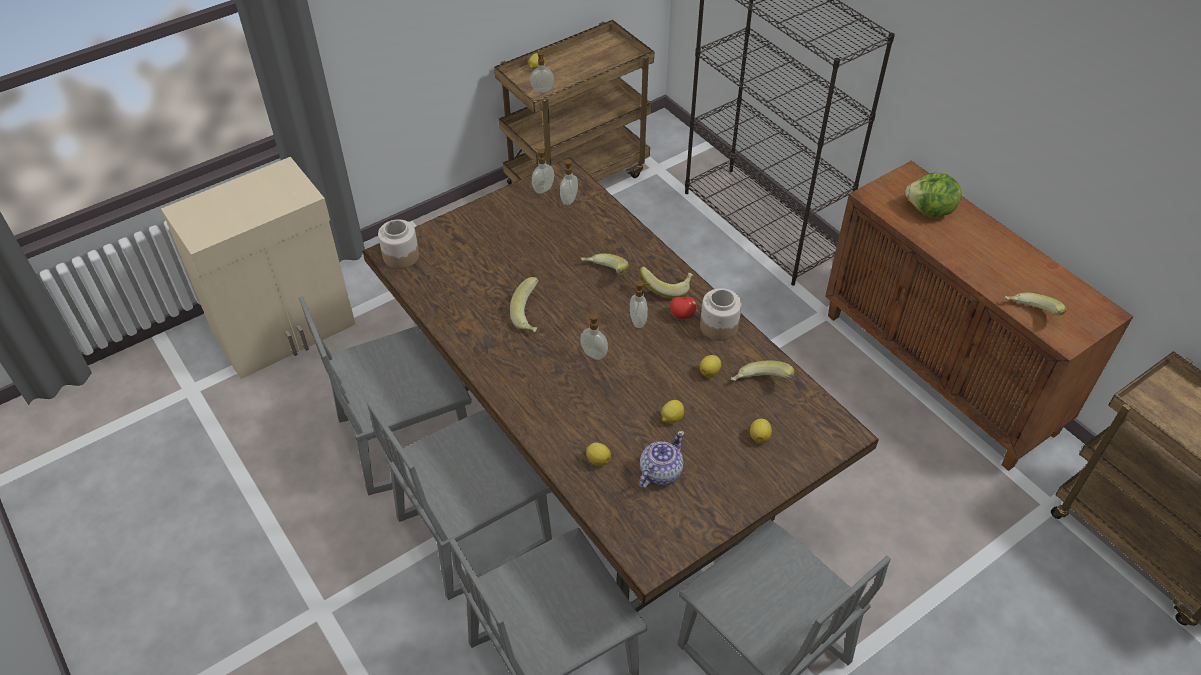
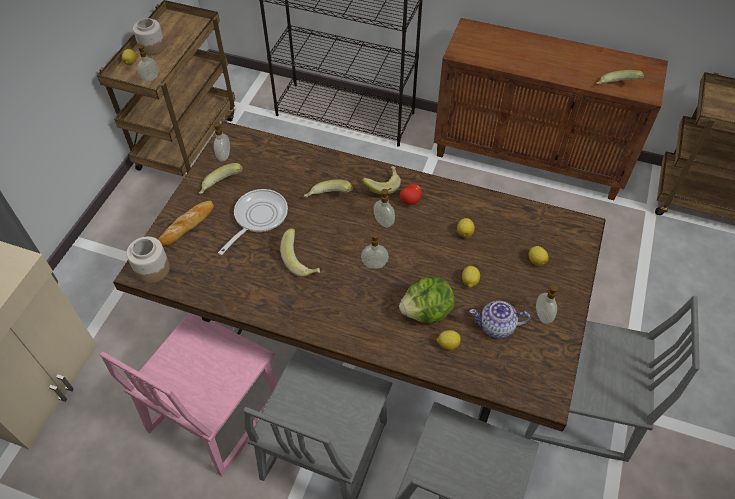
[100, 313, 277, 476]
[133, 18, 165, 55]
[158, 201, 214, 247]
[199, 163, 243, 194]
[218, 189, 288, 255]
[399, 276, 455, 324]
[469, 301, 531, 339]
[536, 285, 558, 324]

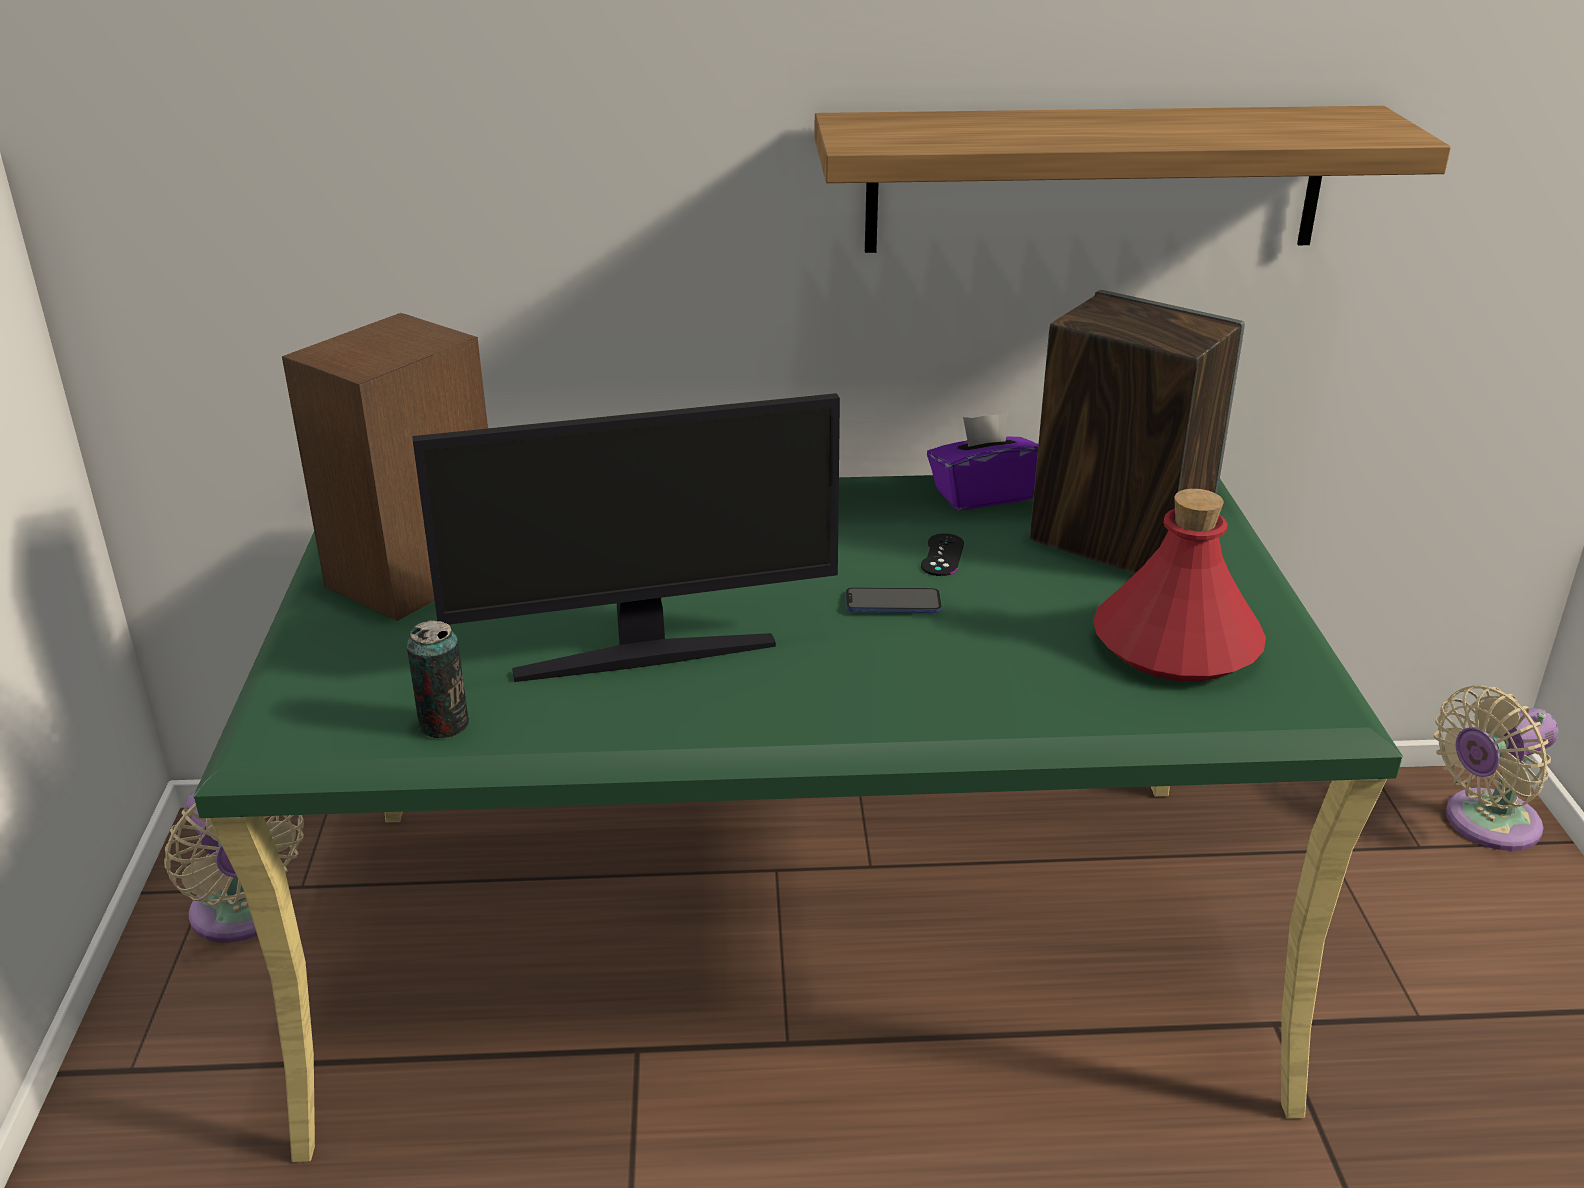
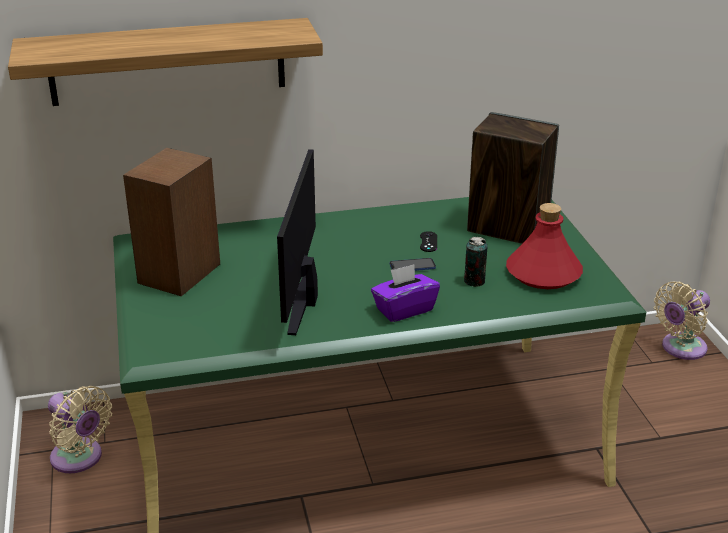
[8, 18, 323, 106]
[277, 149, 318, 335]
[371, 264, 440, 322]
[464, 237, 488, 287]

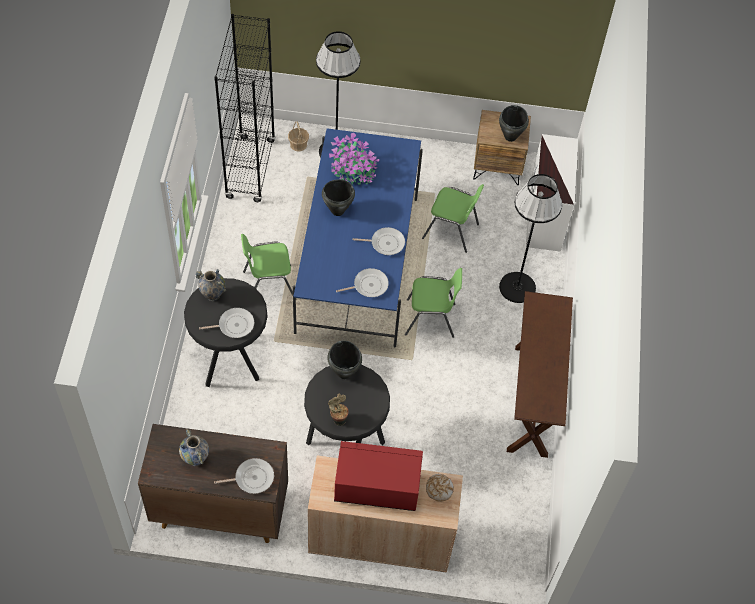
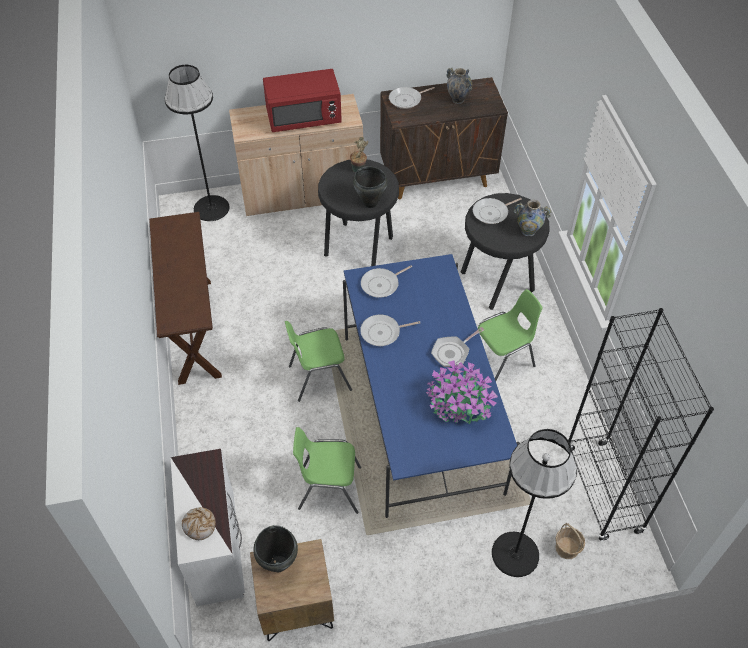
[165, 65, 230, 221]
[182, 507, 216, 540]
[431, 327, 484, 367]

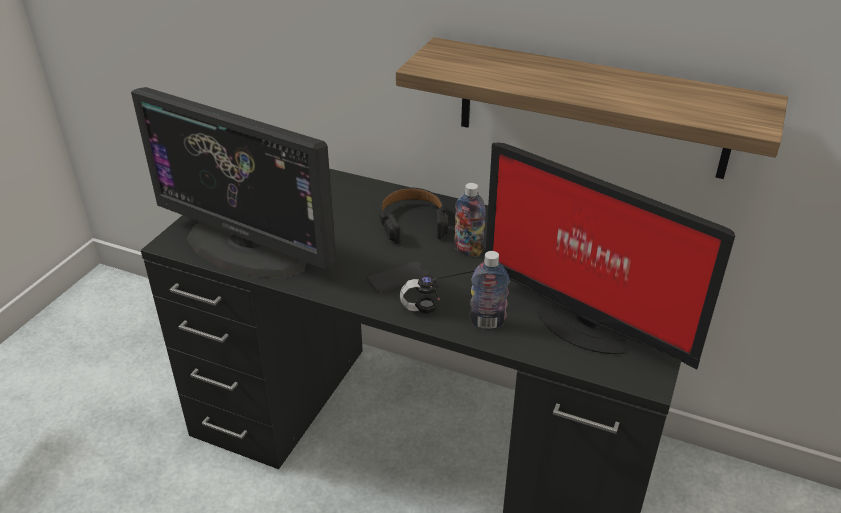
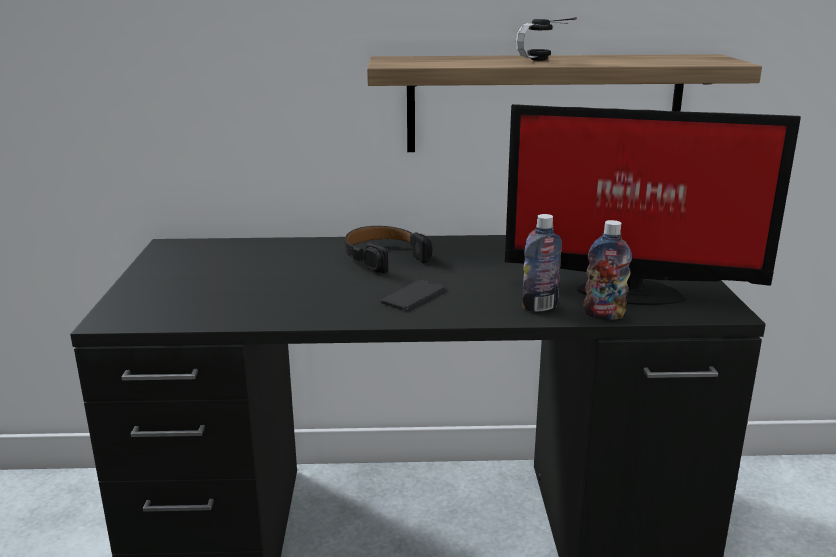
[516, 17, 577, 61]
[584, 220, 632, 320]
[131, 87, 336, 278] (first image)

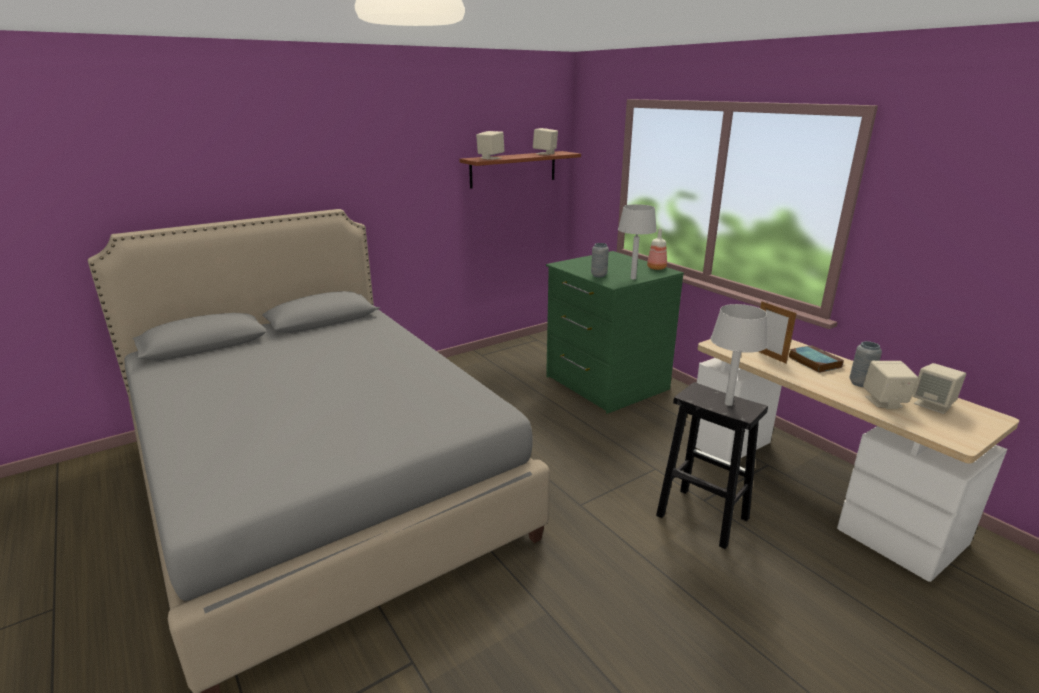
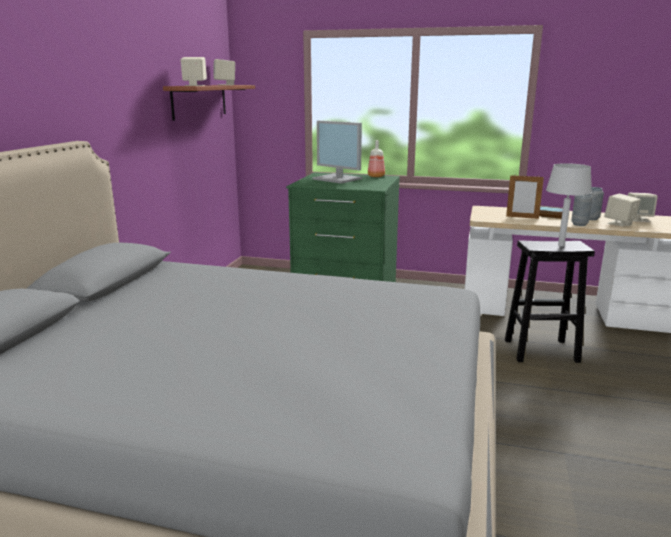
[312, 120, 362, 184]
[571, 194, 593, 226]
[618, 204, 657, 279] (first image)

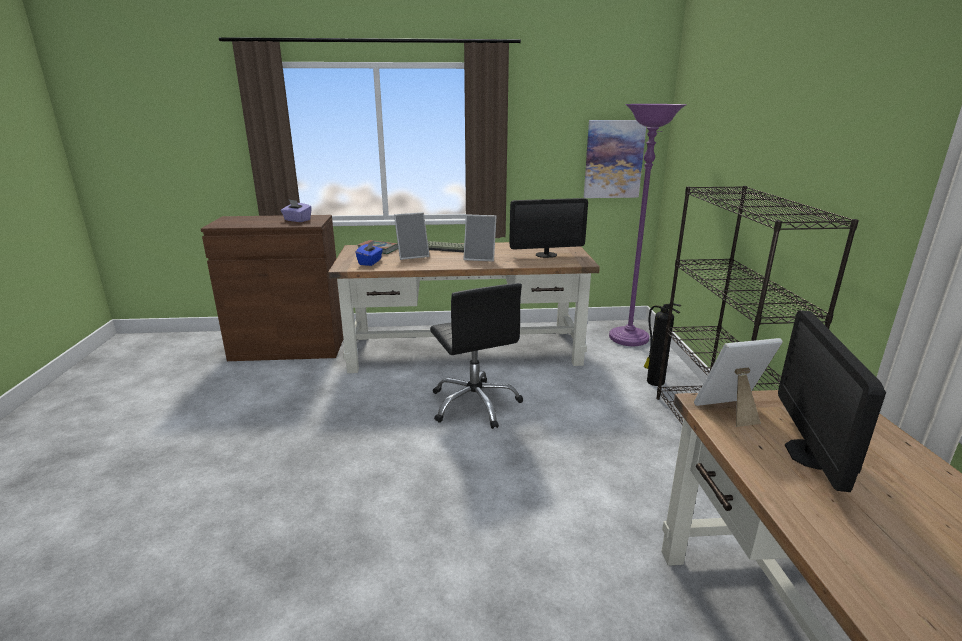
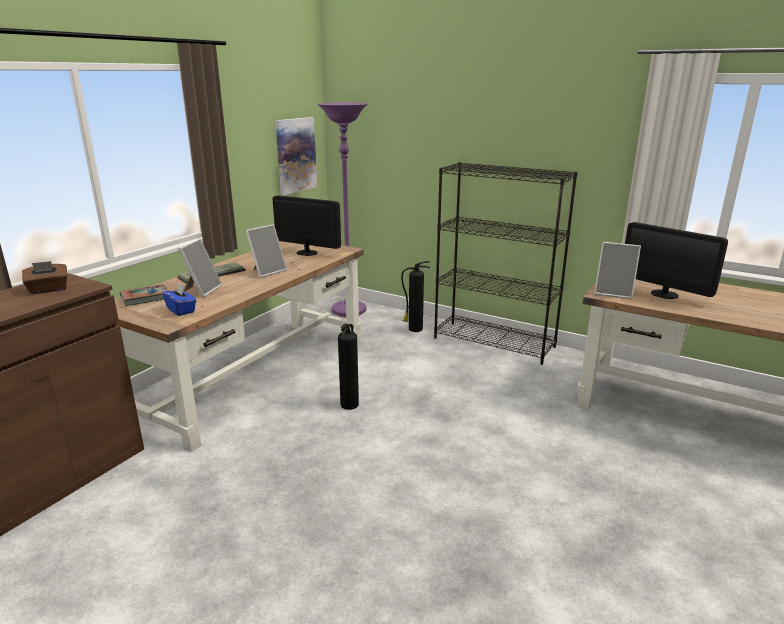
[22, 261, 67, 294]
[273, 195, 341, 256]
[338, 324, 359, 410]
[594, 242, 641, 299]

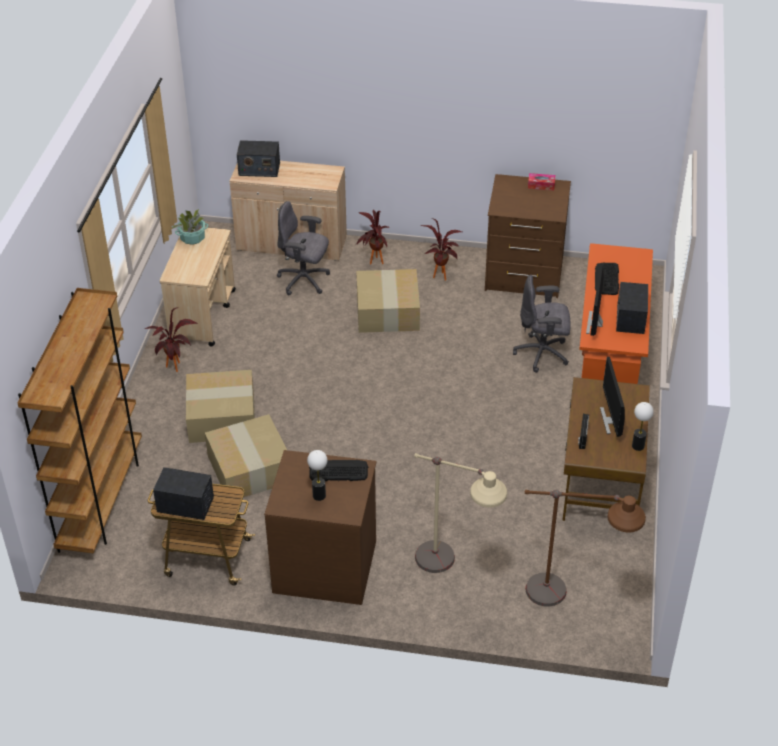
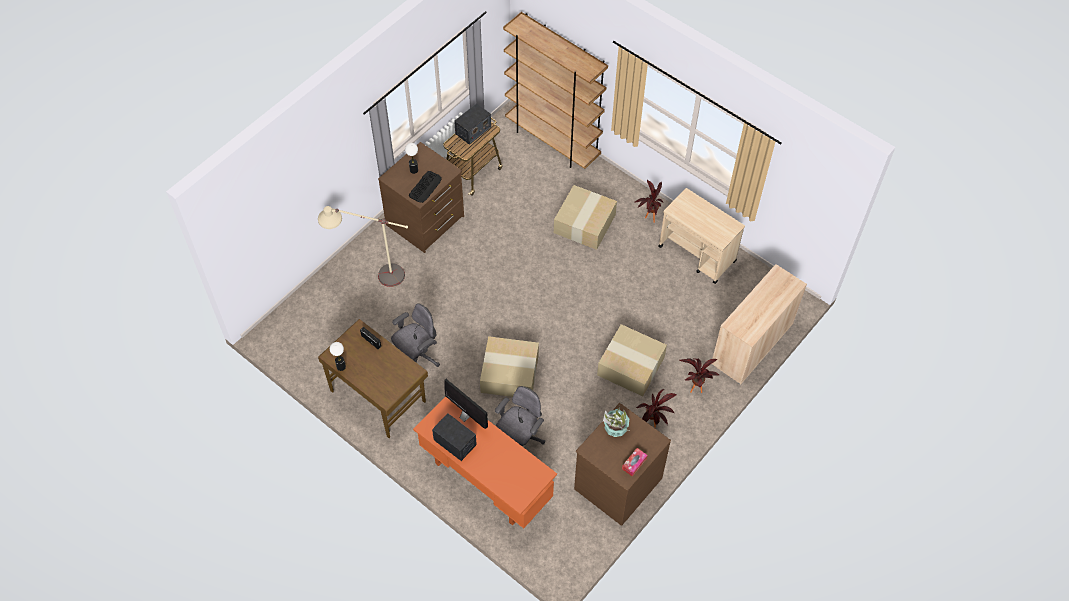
[391, 303, 440, 367]
[480, 336, 539, 397]
[603, 407, 629, 437]
[237, 140, 280, 177] (first image)
[525, 490, 646, 607] (first image)
[595, 263, 619, 295] (first image)
[600, 357, 625, 437] (first image)

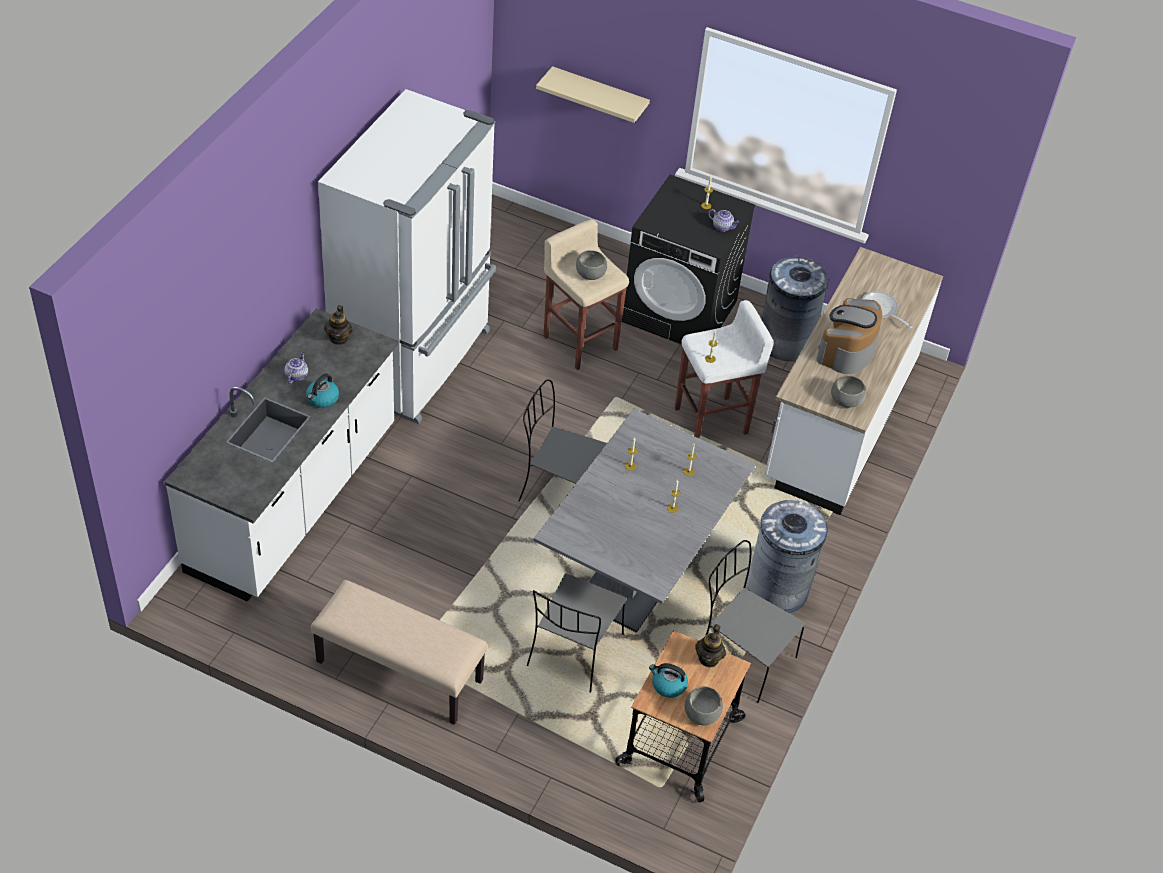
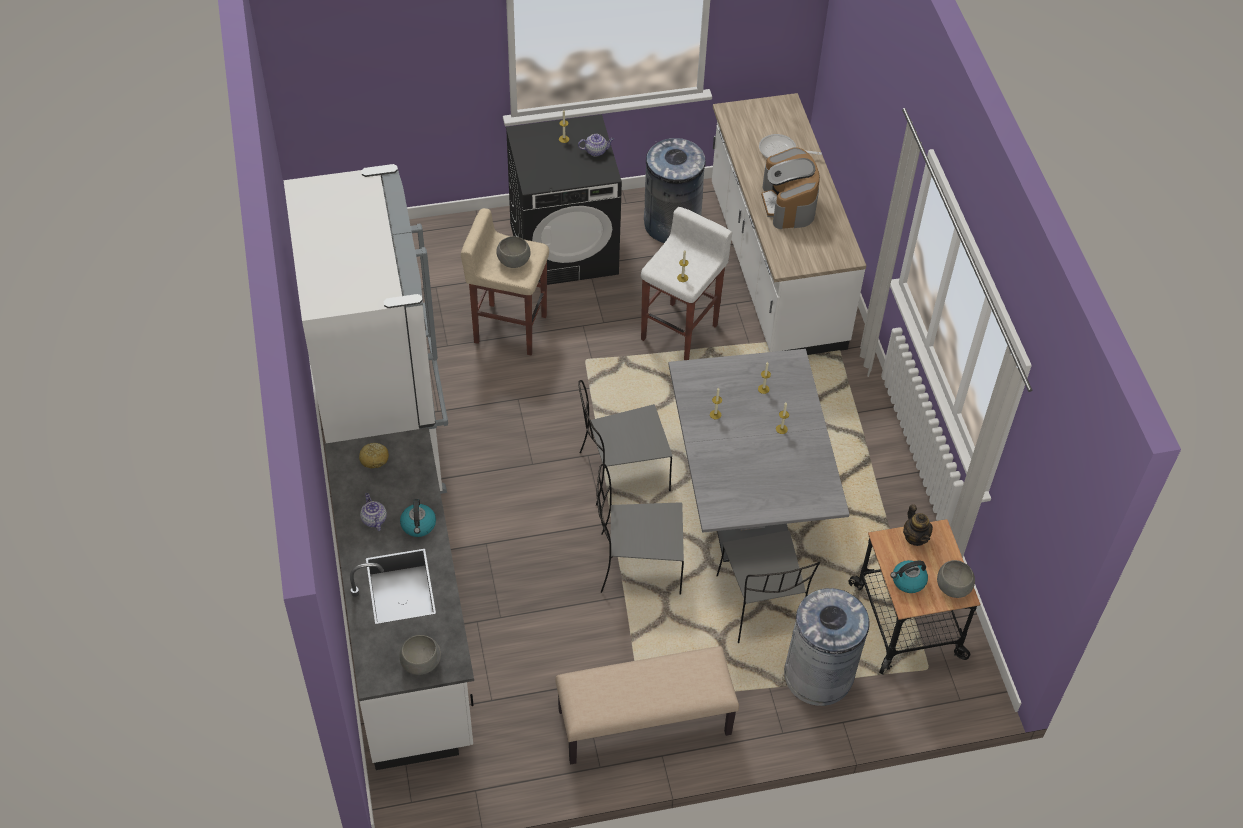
[359, 443, 389, 469]
[399, 635, 441, 675]
[596, 464, 684, 595]
[784, 588, 869, 706]
[536, 66, 650, 123] (first image)

